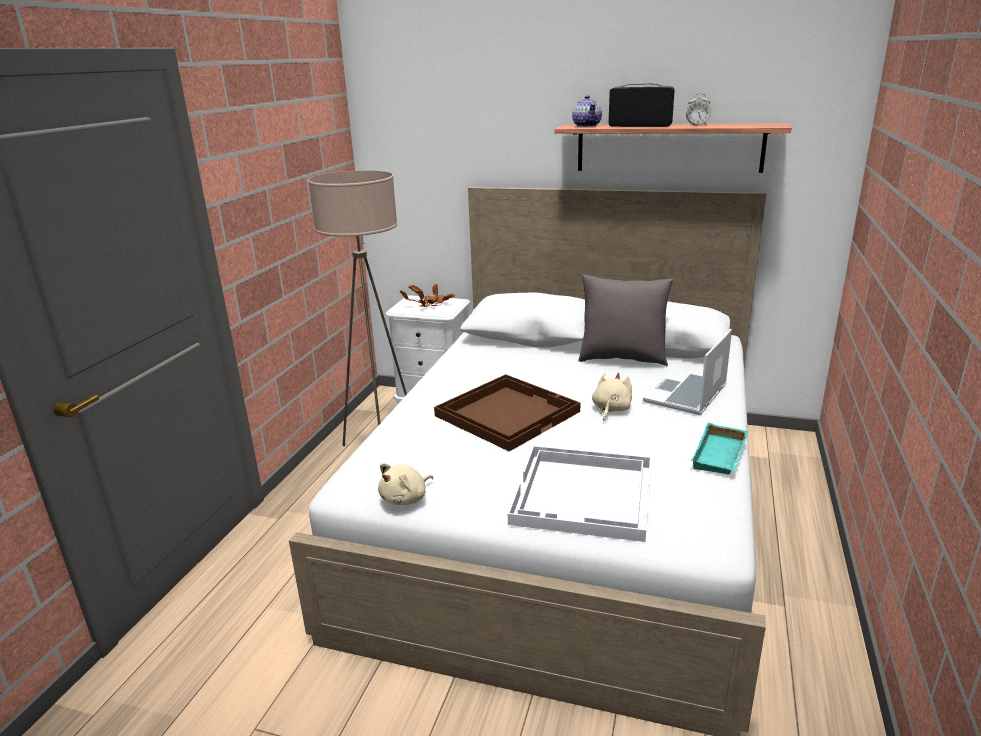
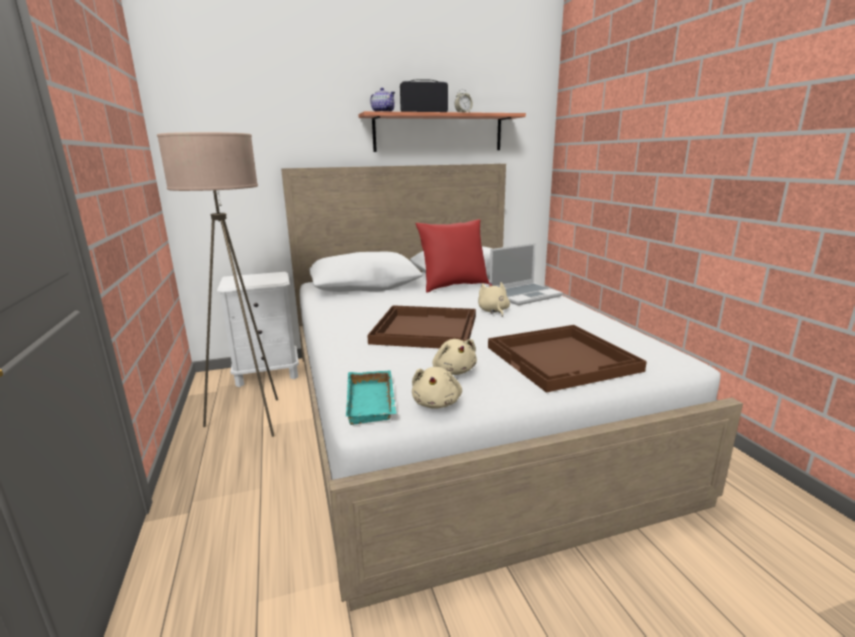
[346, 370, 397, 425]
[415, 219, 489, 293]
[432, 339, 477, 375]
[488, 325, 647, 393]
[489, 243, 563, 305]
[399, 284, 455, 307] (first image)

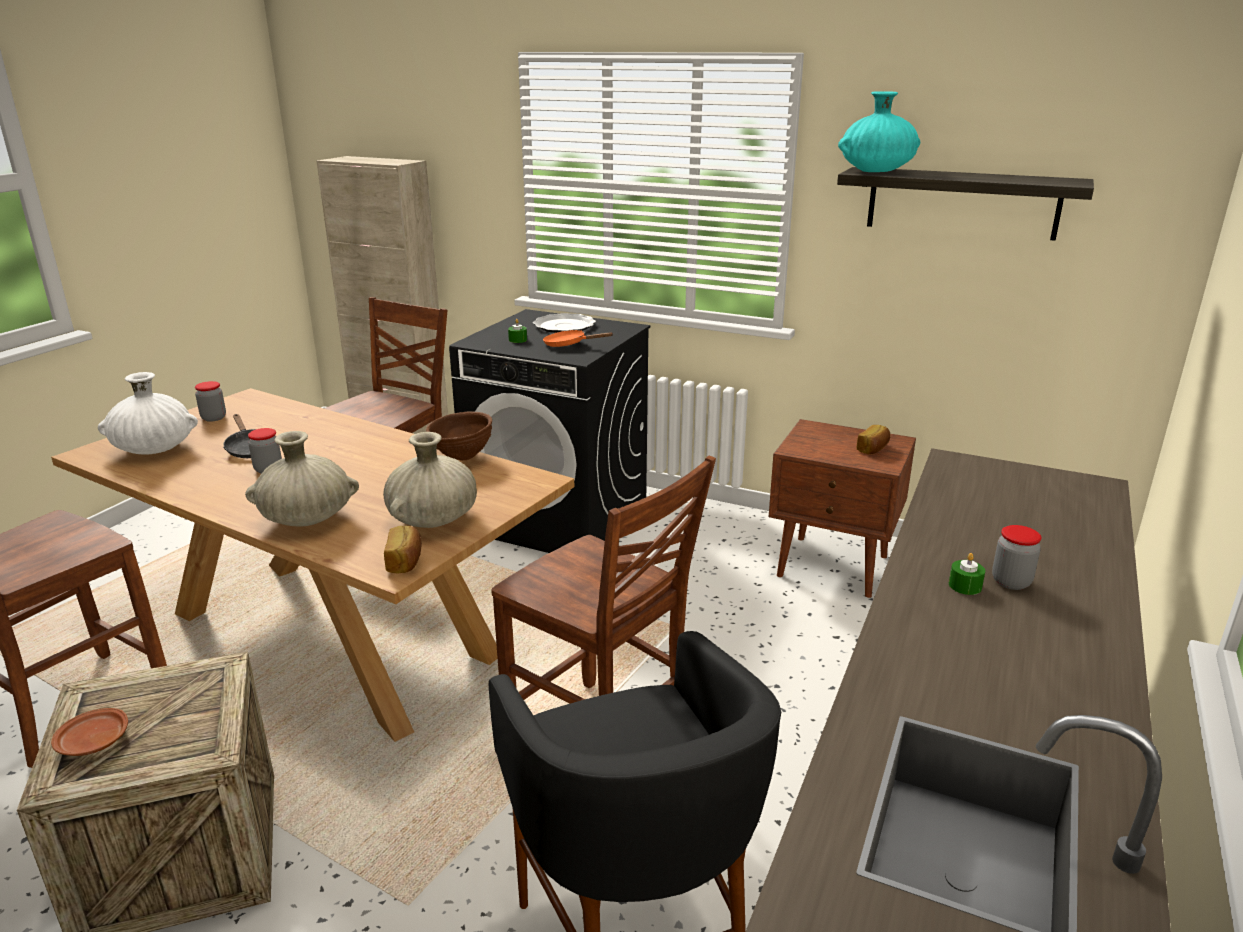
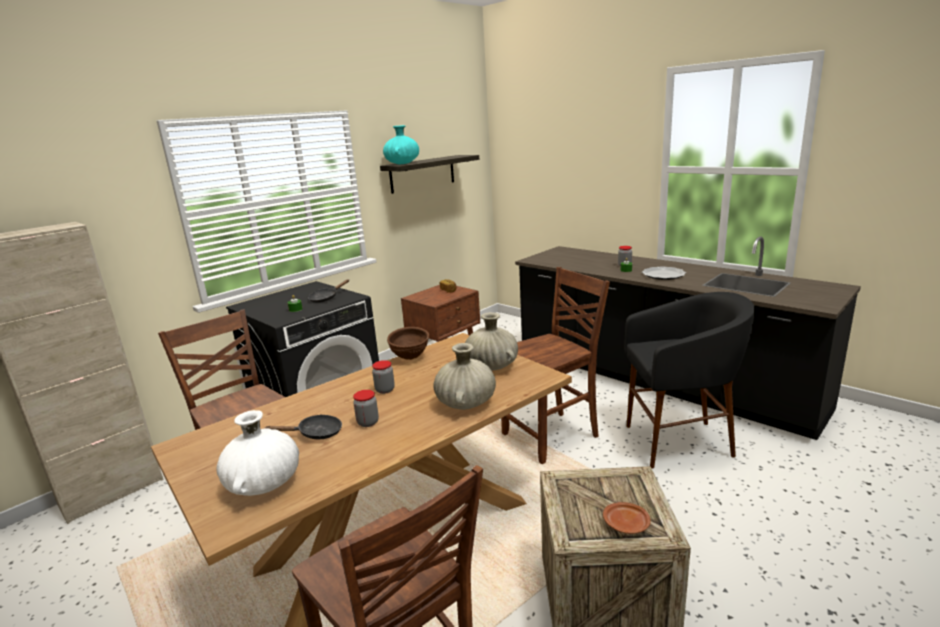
[308, 280, 349, 303]
[372, 360, 395, 394]
[642, 266, 686, 280]
[384, 526, 422, 574] (first image)

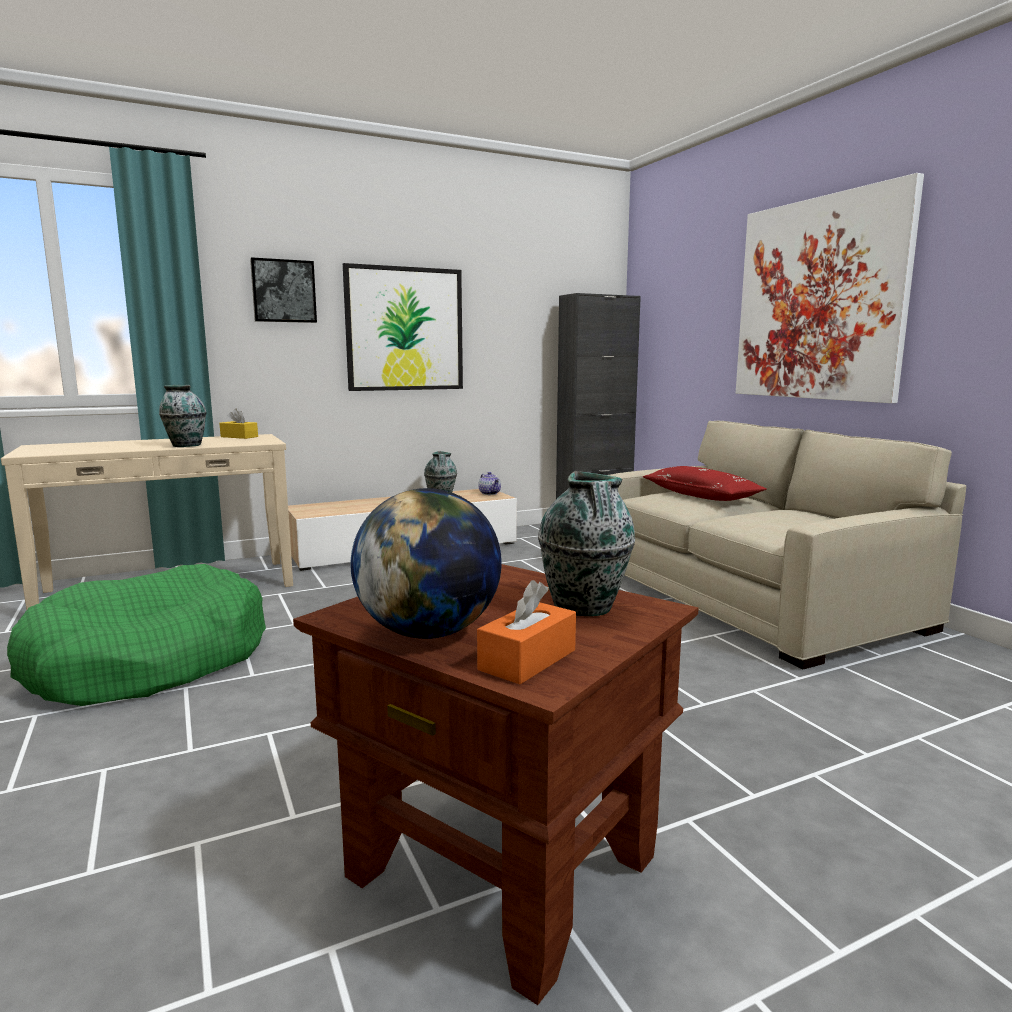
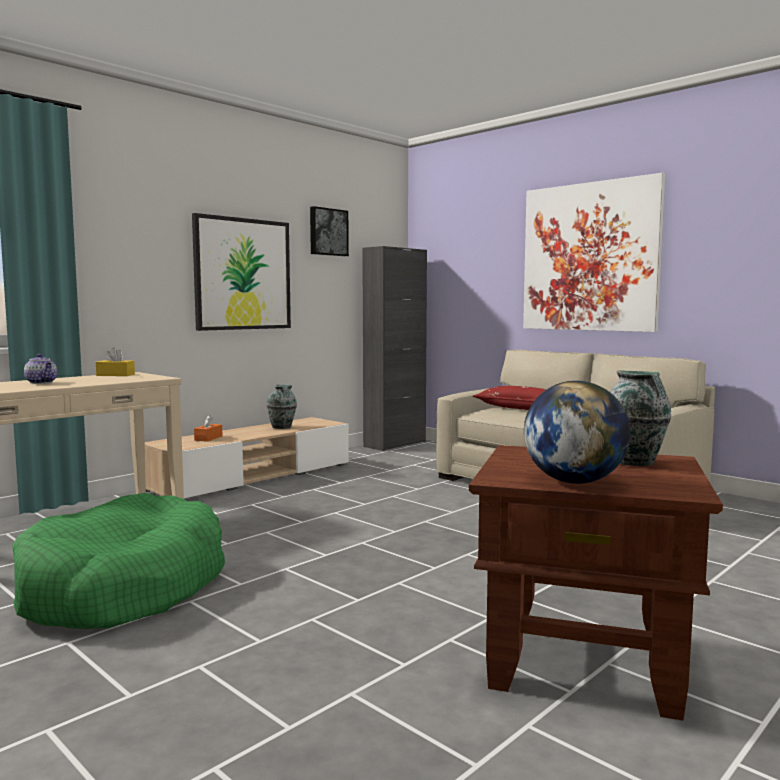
[24, 354, 57, 384]
[194, 415, 223, 442]
[310, 206, 349, 256]
[159, 385, 207, 447] (first image)

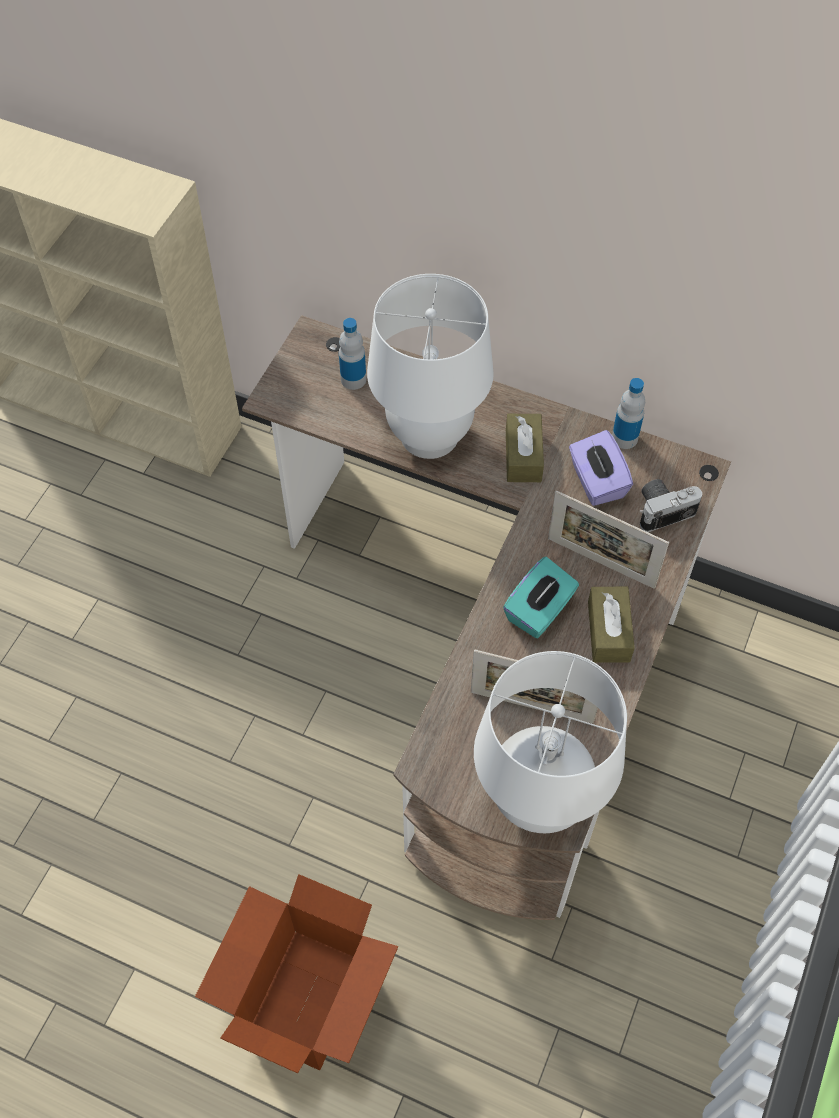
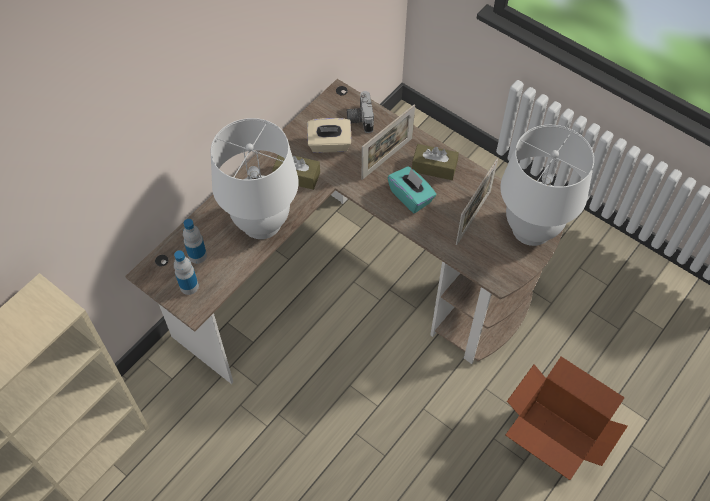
[174, 250, 199, 295]
[307, 118, 351, 153]

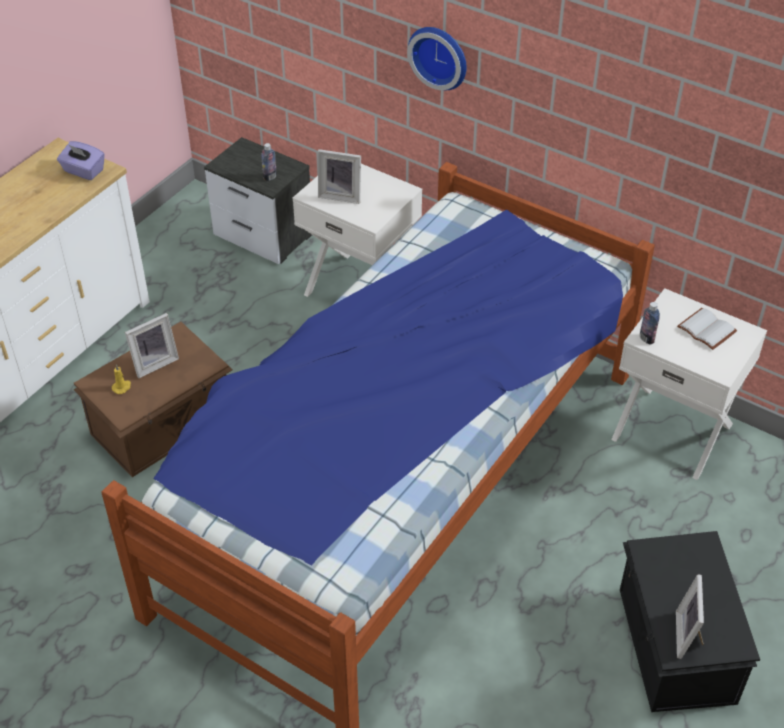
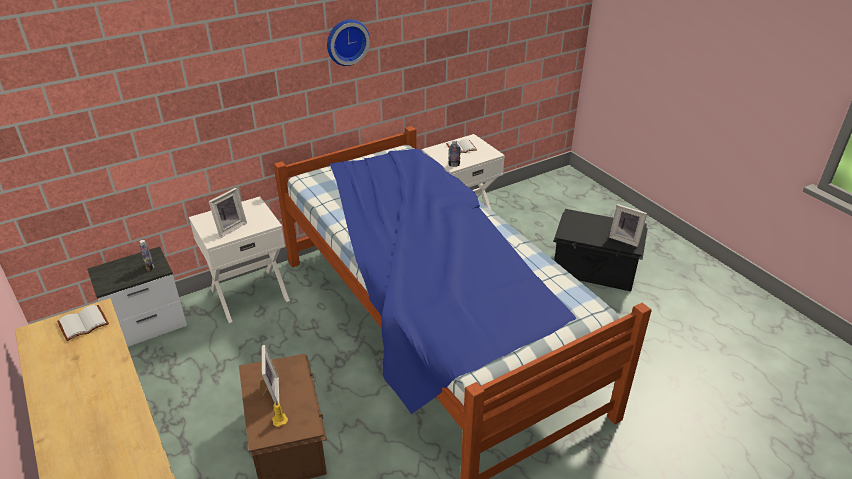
[57, 305, 109, 341]
[327, 19, 370, 66]

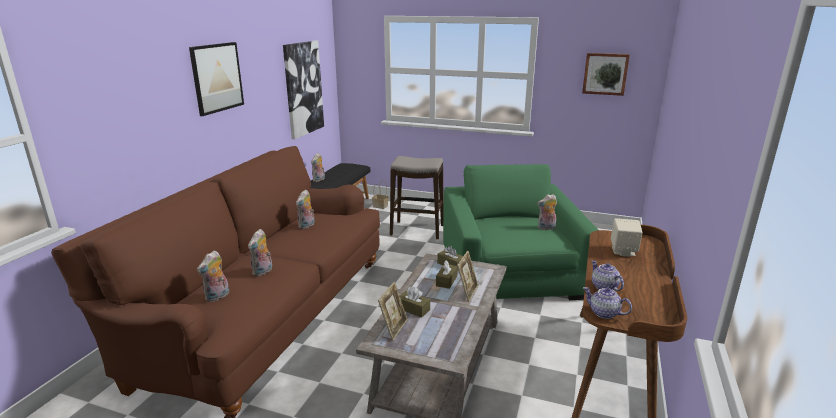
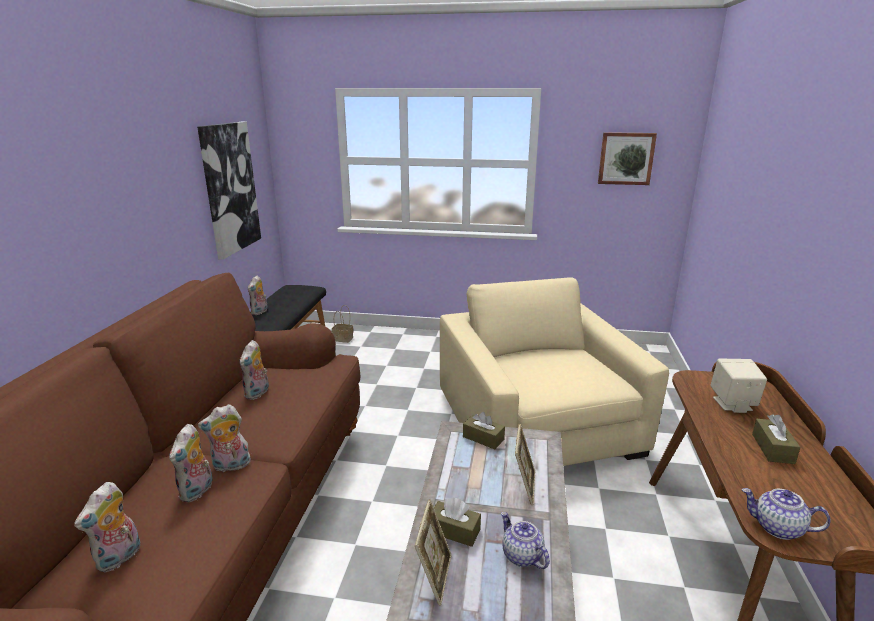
[198, 404, 253, 472]
[440, 277, 669, 466]
[501, 512, 550, 569]
[752, 415, 801, 464]
[189, 42, 244, 116] (first image)
[390, 156, 444, 240] (first image)

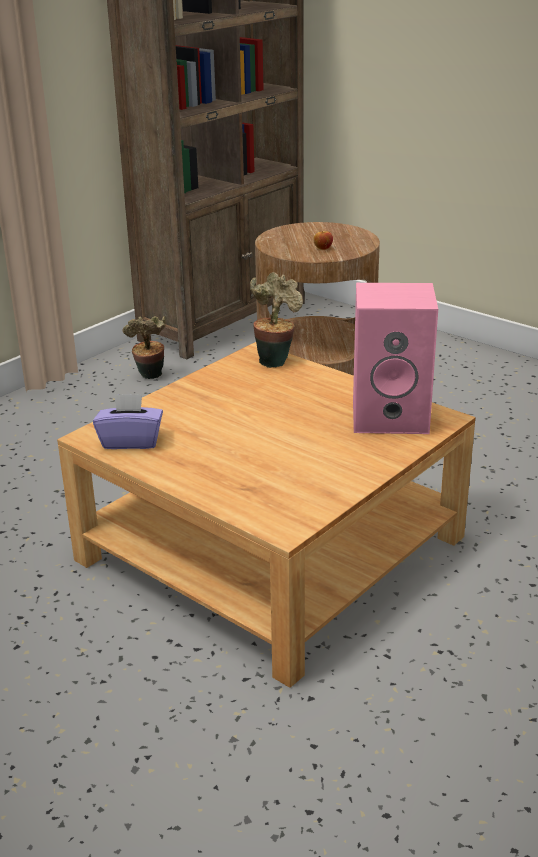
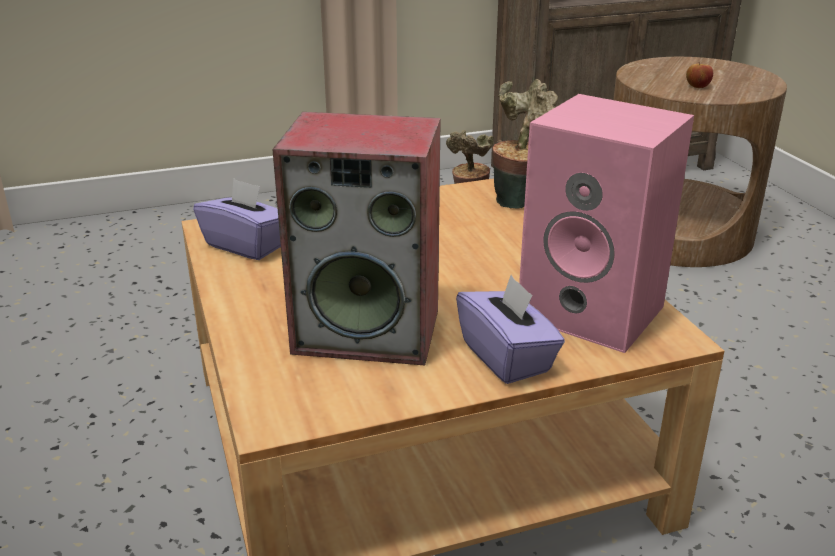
[272, 112, 441, 365]
[456, 275, 565, 384]

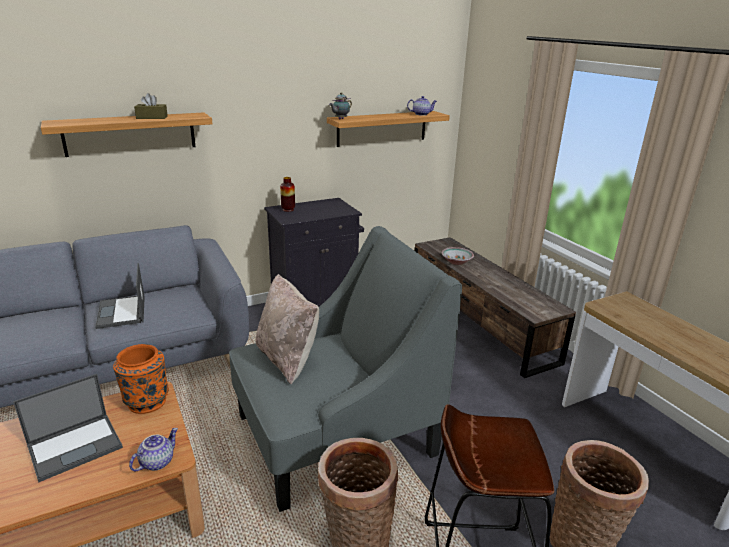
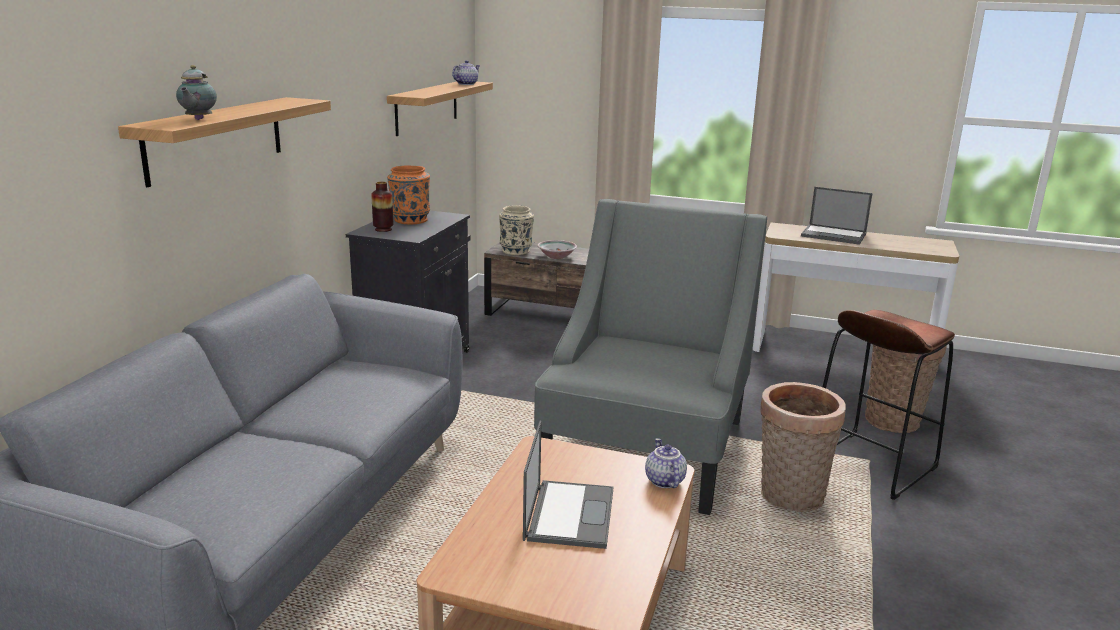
[176, 65, 217, 120]
[387, 166, 430, 224]
[499, 205, 534, 255]
[801, 187, 873, 245]
[134, 93, 168, 119] (first image)
[255, 274, 319, 385] (first image)

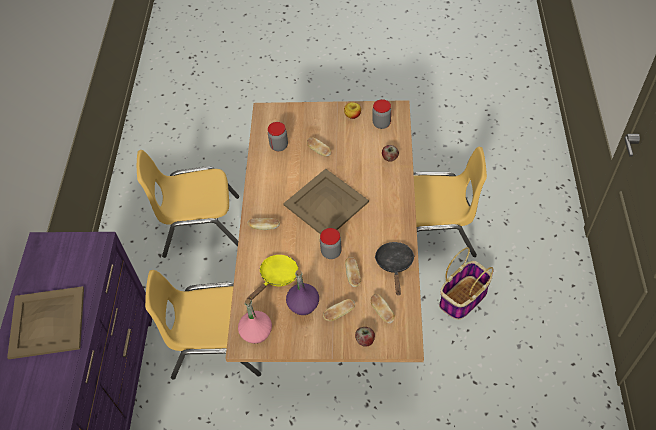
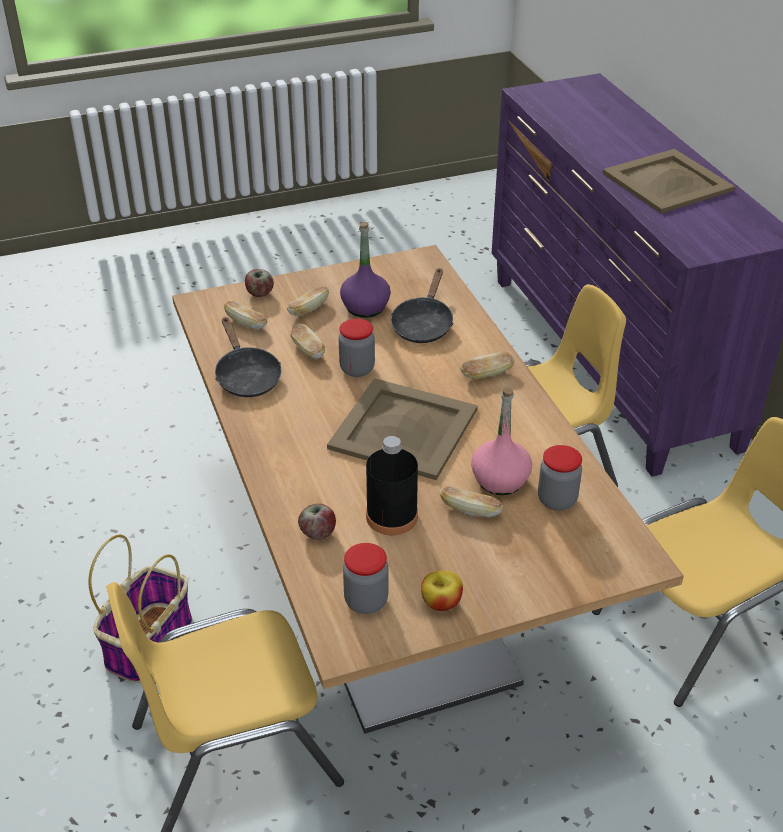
[366, 436, 418, 535]
[391, 268, 454, 343]
[471, 387, 532, 495]

